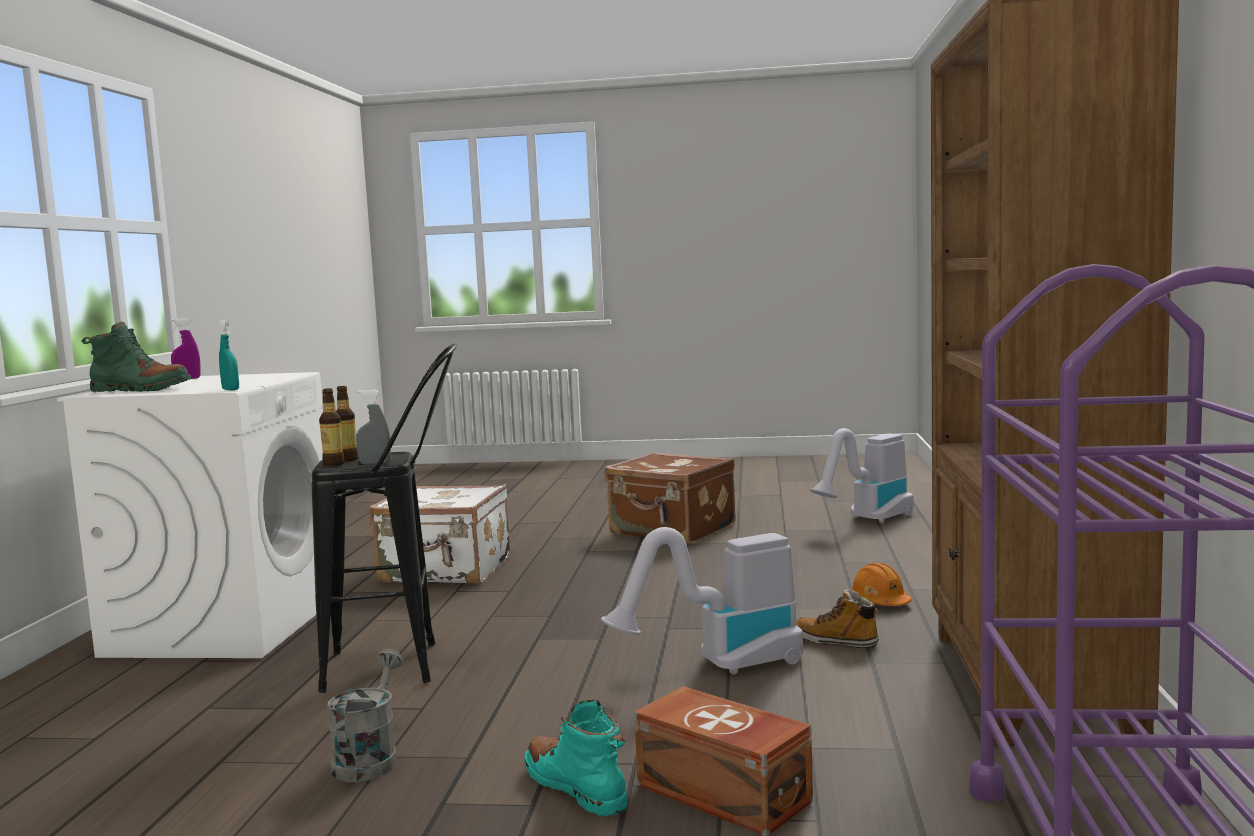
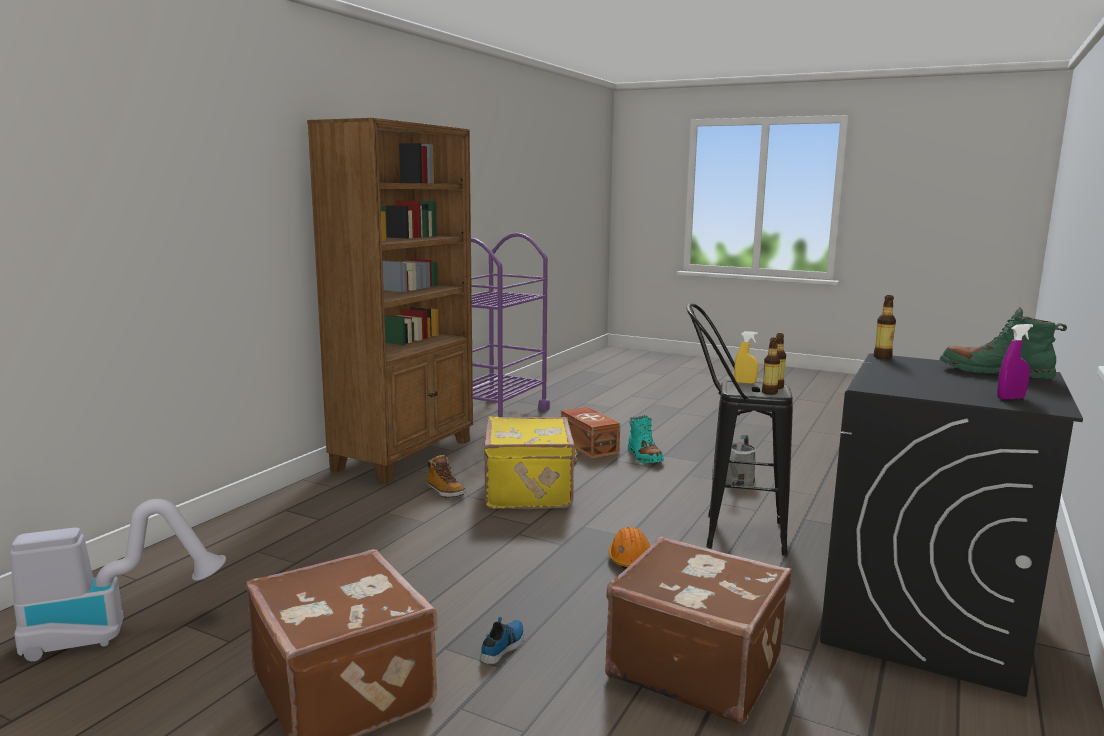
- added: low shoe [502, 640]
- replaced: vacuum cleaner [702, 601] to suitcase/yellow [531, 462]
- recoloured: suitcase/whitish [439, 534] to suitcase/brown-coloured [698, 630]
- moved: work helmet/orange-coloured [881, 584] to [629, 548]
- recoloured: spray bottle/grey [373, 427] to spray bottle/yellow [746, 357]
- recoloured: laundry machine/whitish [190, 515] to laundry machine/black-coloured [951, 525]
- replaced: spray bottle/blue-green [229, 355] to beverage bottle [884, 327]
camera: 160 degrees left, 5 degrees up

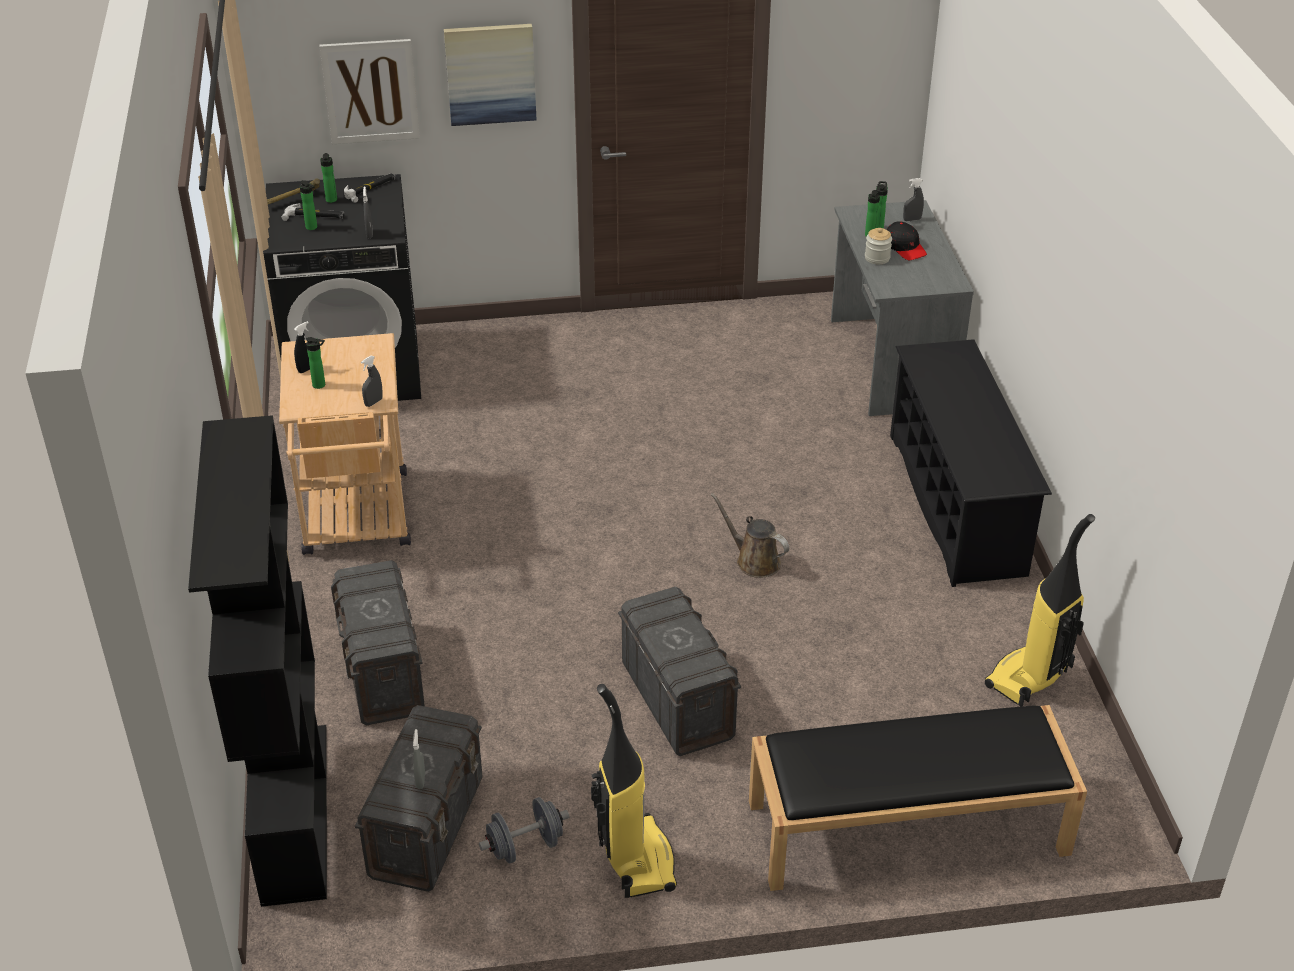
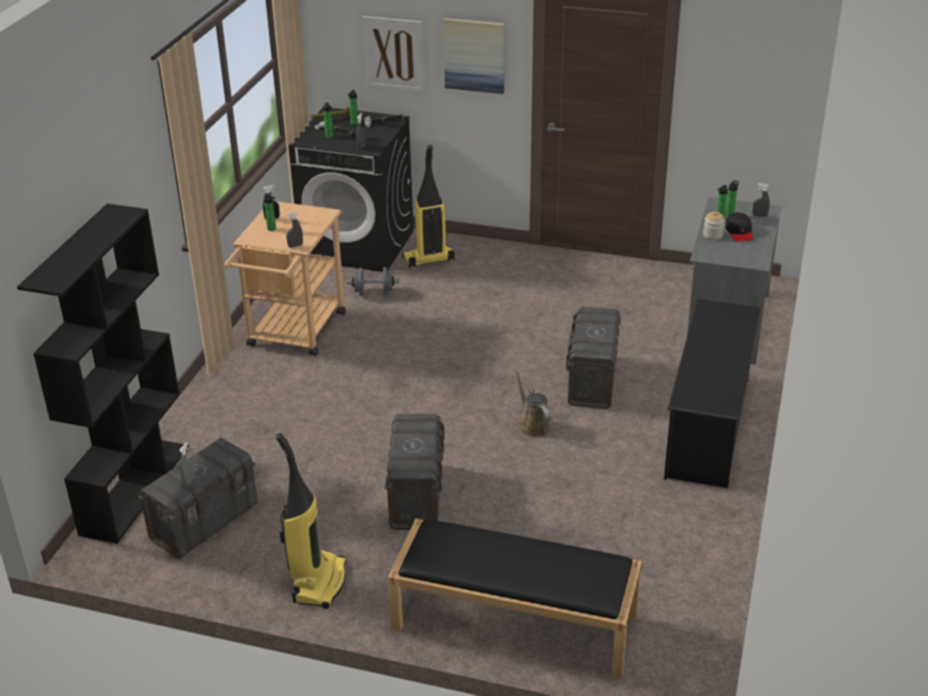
- moved: hand weight/grey [524, 830] to [373, 281]
- moved: vacuum cleaner [1040, 610] to [428, 206]
- moved: storage bin/grey [378, 642] to [593, 358]
camera: 25 degrees right, 5 degrees down

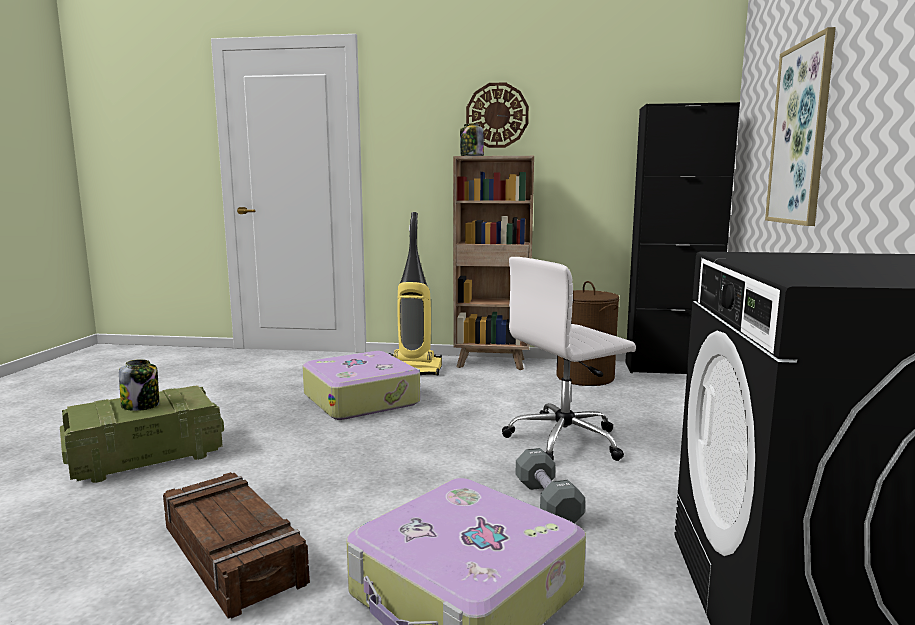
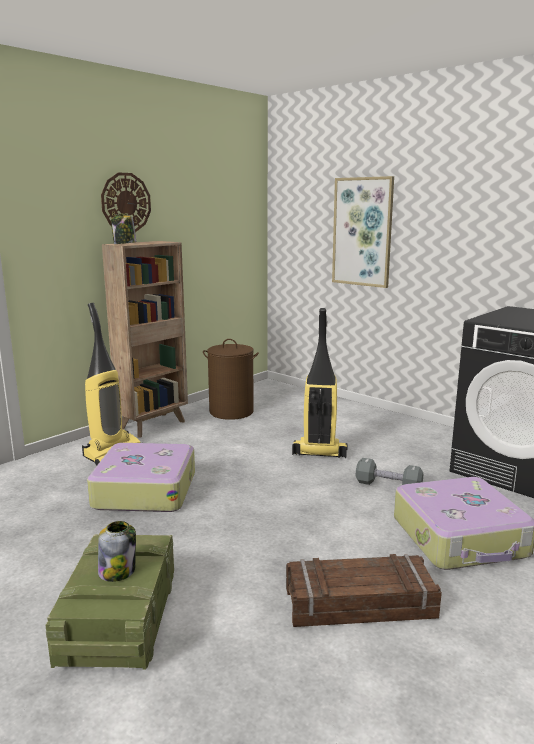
- replaced: office chair/whitish [569, 359] to vacuum cleaner [320, 383]
- removed: storage cabinet/black-coloured [682, 238]
camera: 55 degrees left, 5 degrees up

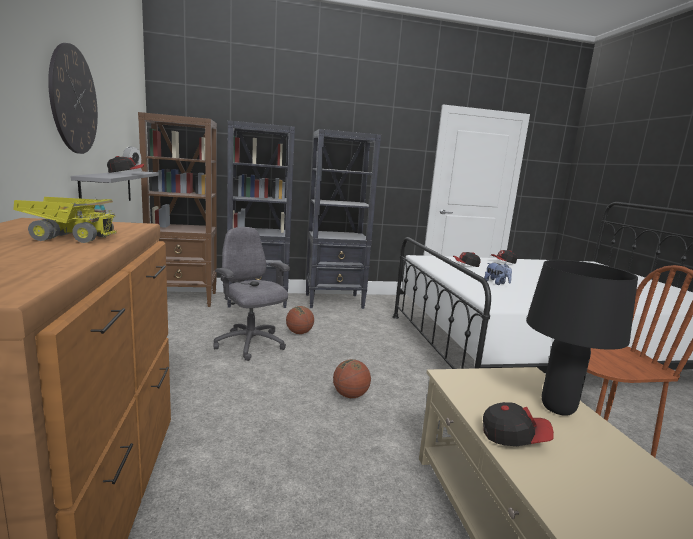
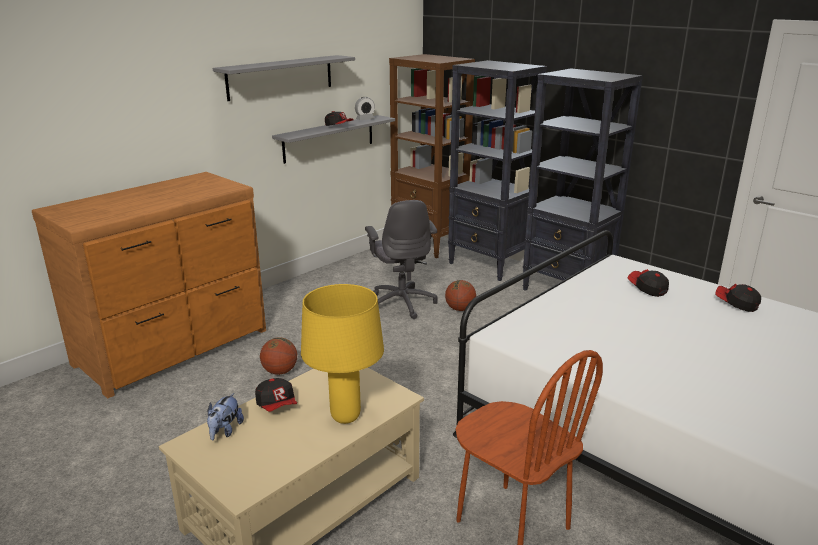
- moved: cuddly toy [498, 274] to [225, 416]
- replaced: wall clock [73, 98] to shelf/grey [284, 78]
- moved: basketball ball [352, 378] to [278, 356]
- recoloured: table lamp/black-coloured [582, 338] to table lamp/yellow [342, 354]
- turned: office chair/grey [251, 294] = [401, 259] 150 degrees clockwise
- removed: toy truck [64, 220]
camera: 55 degrees right, 10 degrees up

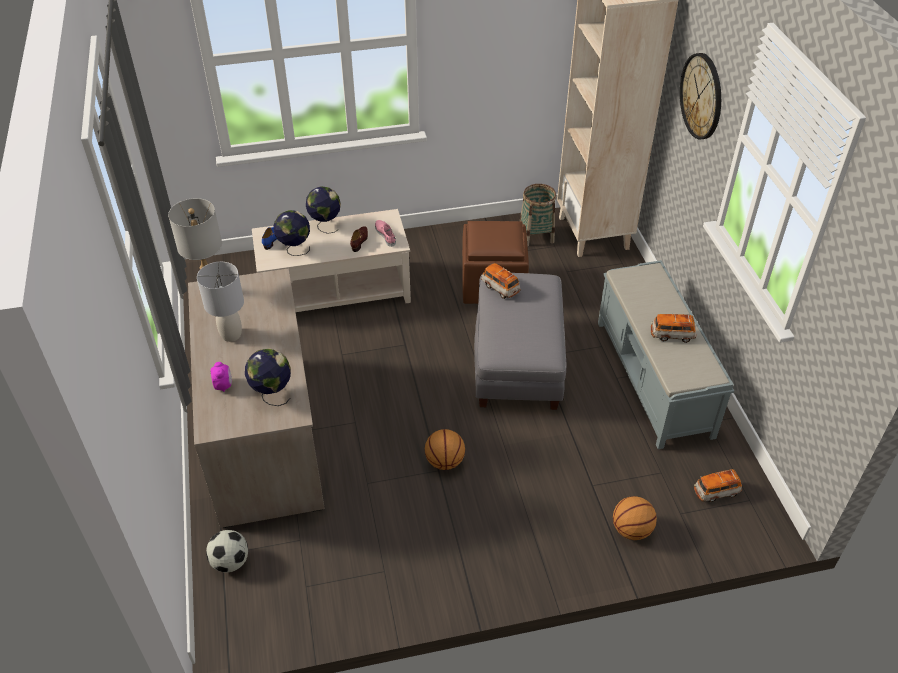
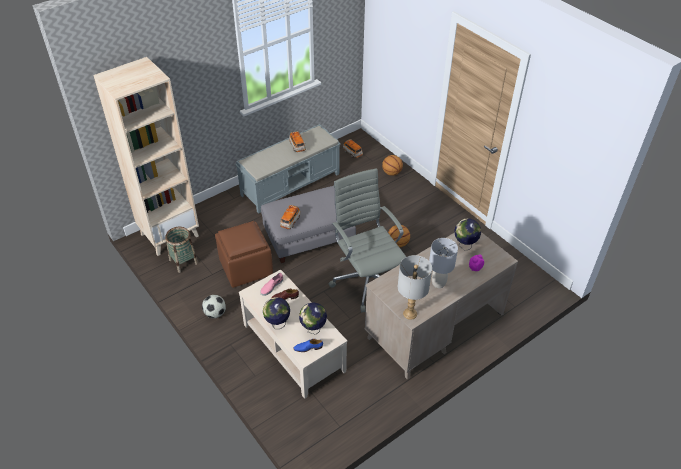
- moved: football [227, 551] to [214, 306]
- added: office chair/grey [367, 240]
- removed: wall clock [700, 96]
camera: 115 degrees left, 0 degrees up

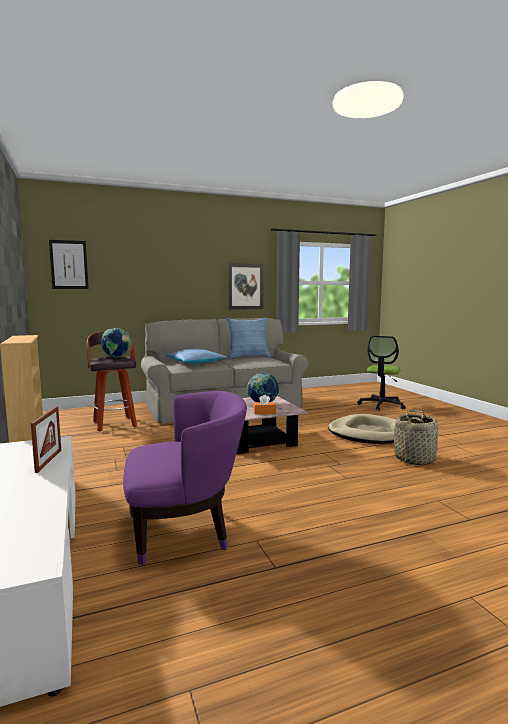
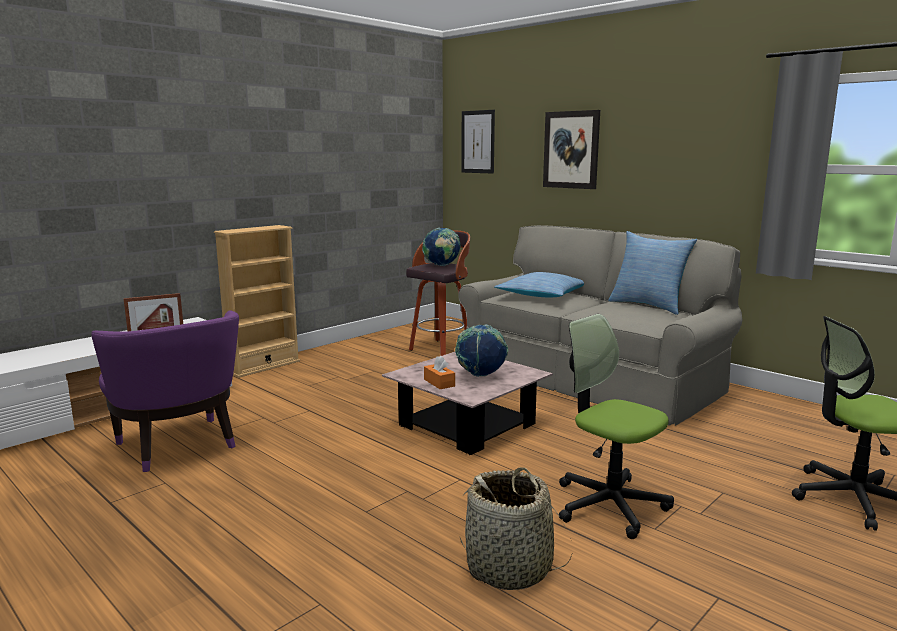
- moved: picture [246, 286] to [571, 149]
- replaced: dog bed/beige [362, 429] to office chair [616, 426]
camera: 65 degrees right, 5 degrees up

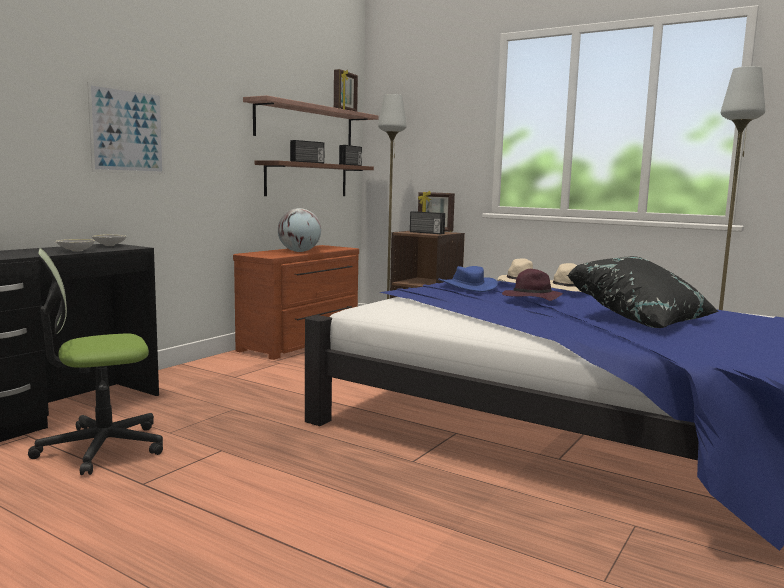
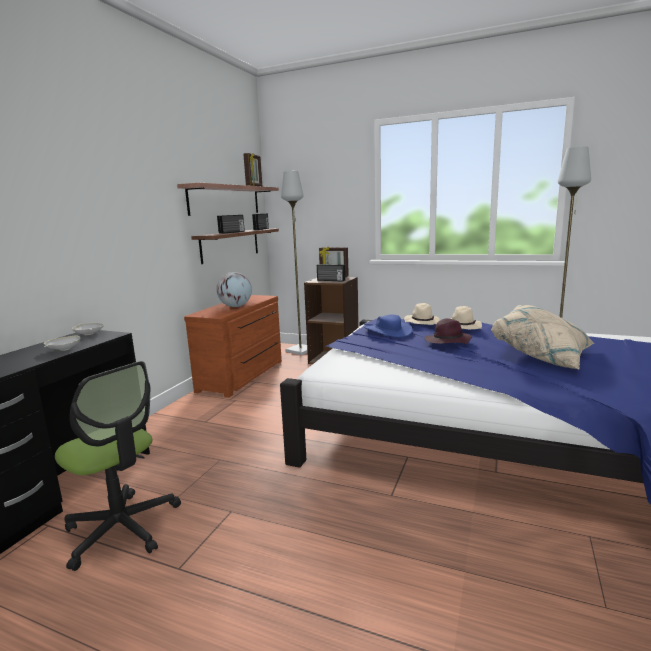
- turned: office chair [95, 361] = [118, 466] 105 degrees counterclockwise
- recoloured: cushion/black-coloured [643, 292] to cushion/beige [542, 337]
- removed: picture [126, 128]
camera: 10 degrees left, 5 degrees up

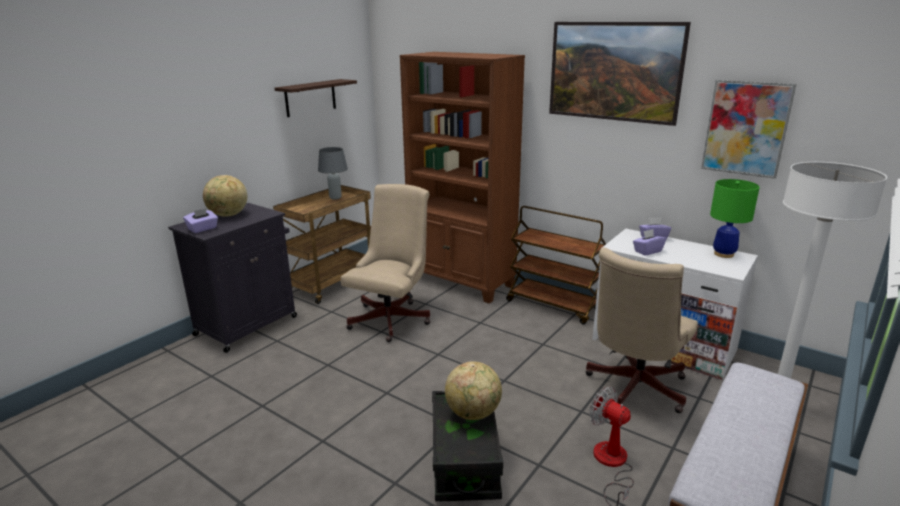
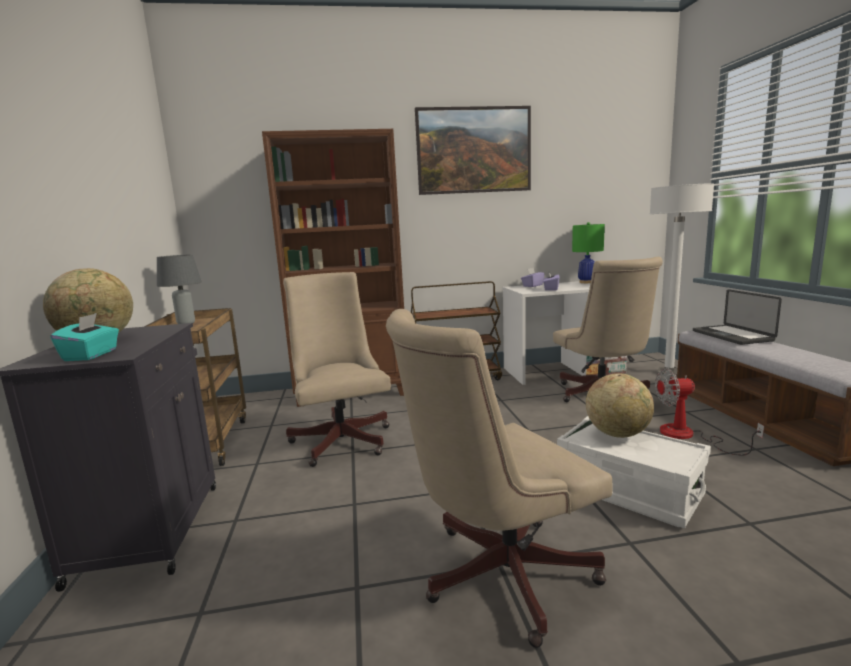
- recoloured: tissue box/purple [200, 220] to tissue box/blue-green [84, 337]
- added: office chair/beige [499, 478]
- recoloured: storage bin/black-coloured [467, 446] to storage bin/whitish [634, 472]
- added: laptop [737, 317]
- removed: shelf [316, 98]
- removed: picture [749, 129]
camera: 45 degrees left, 10 degrees down

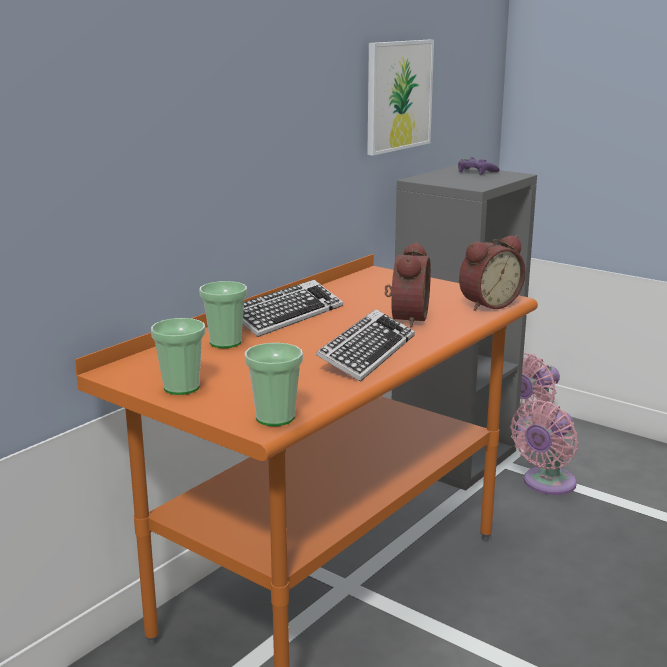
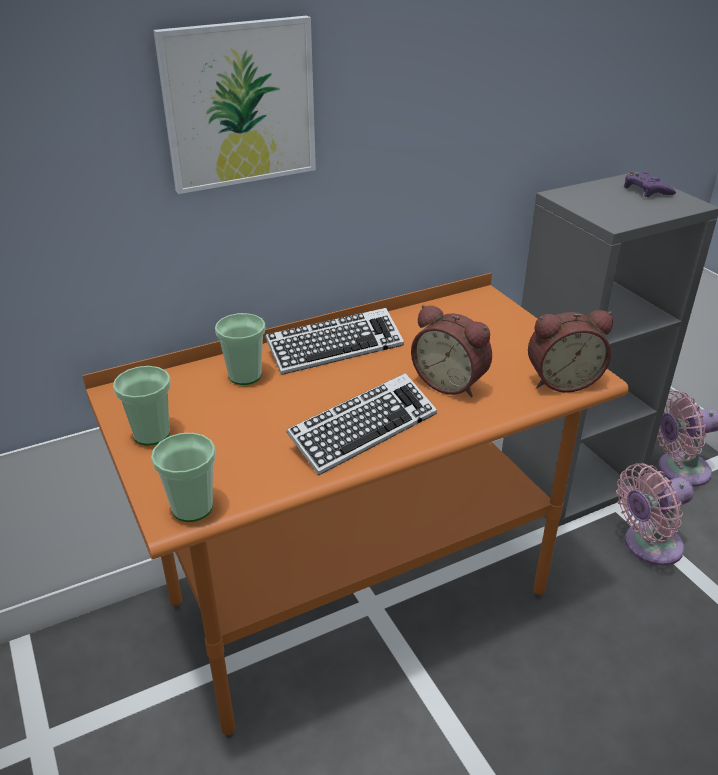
- moved: picture [400, 98] to [234, 105]
- turned: alarm clock [408, 284] = [451, 351] 90 degrees clockwise
camera: 25 degrees right, 15 degrees up

